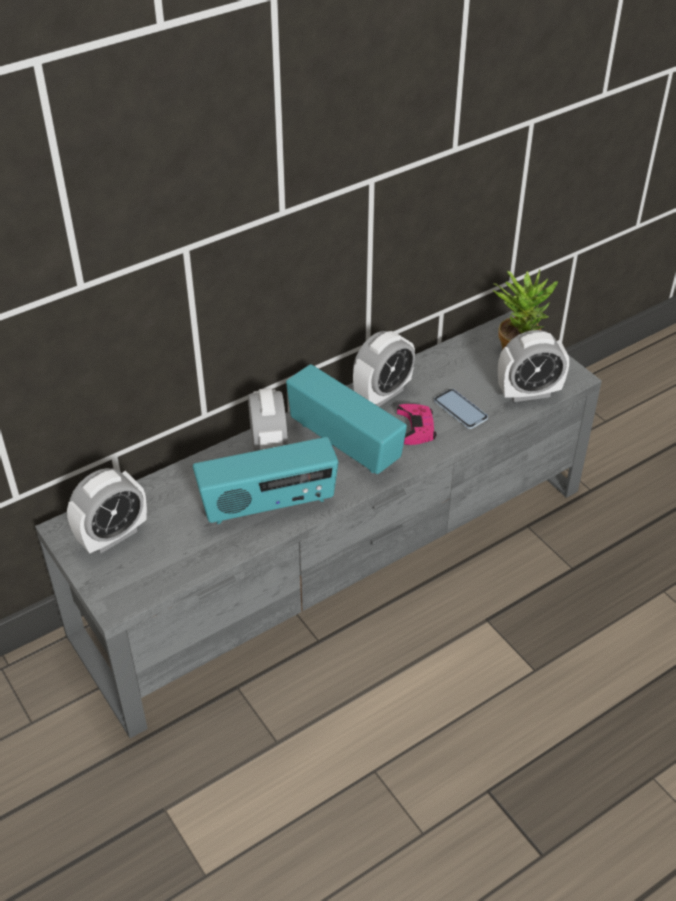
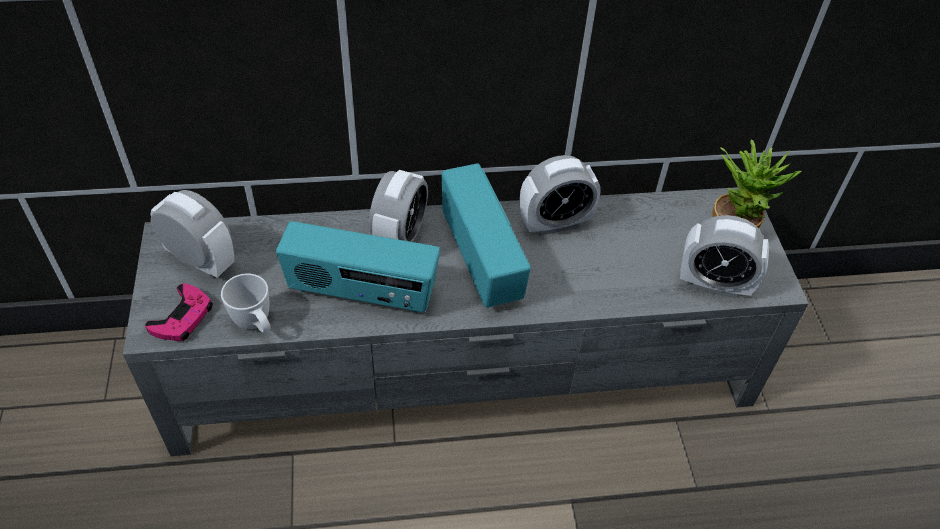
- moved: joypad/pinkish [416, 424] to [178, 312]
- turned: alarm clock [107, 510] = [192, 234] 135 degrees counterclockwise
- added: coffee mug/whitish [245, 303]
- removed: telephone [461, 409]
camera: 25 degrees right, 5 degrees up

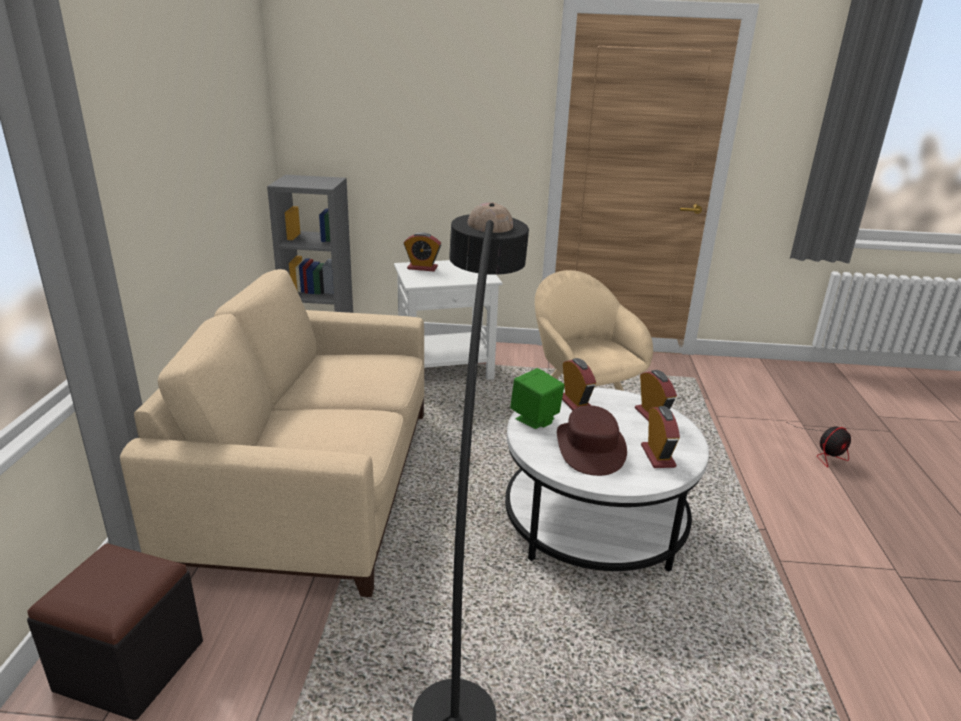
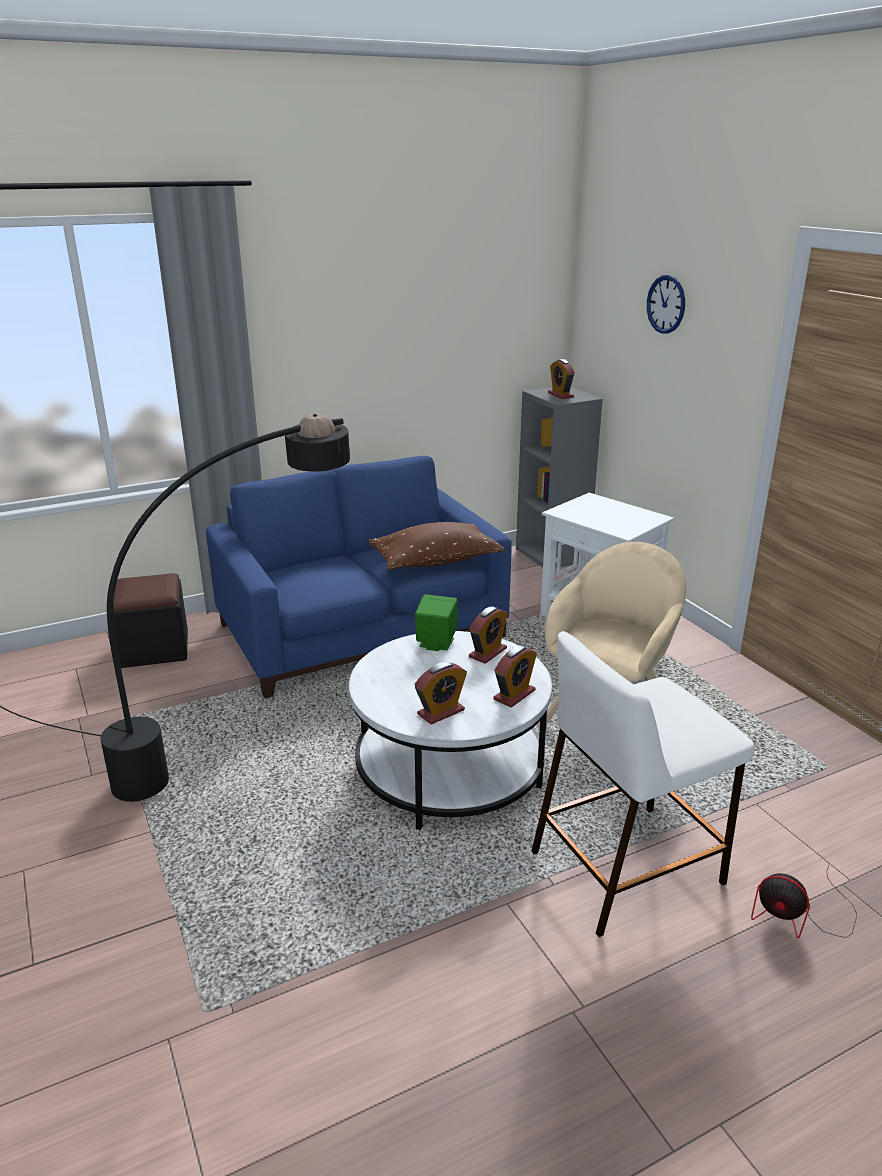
- recoloured: couch/beige [272, 433] to couch/blue [359, 577]
- added: cushion/brown-coloured [436, 546]
- added: sitting stool/whitish [643, 784]
- moved: alarm clock [422, 251] to [561, 379]
- added: wall clock [666, 304]
- removed: wearable hat/brown-coloured [592, 440]
camera: 60 degrees right, 0 degrees up

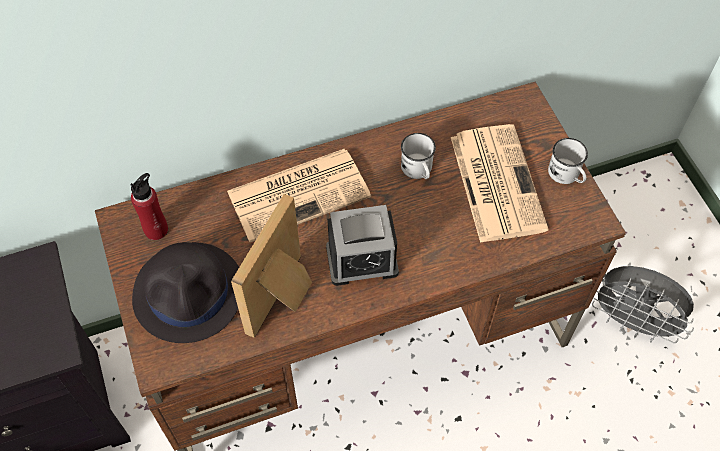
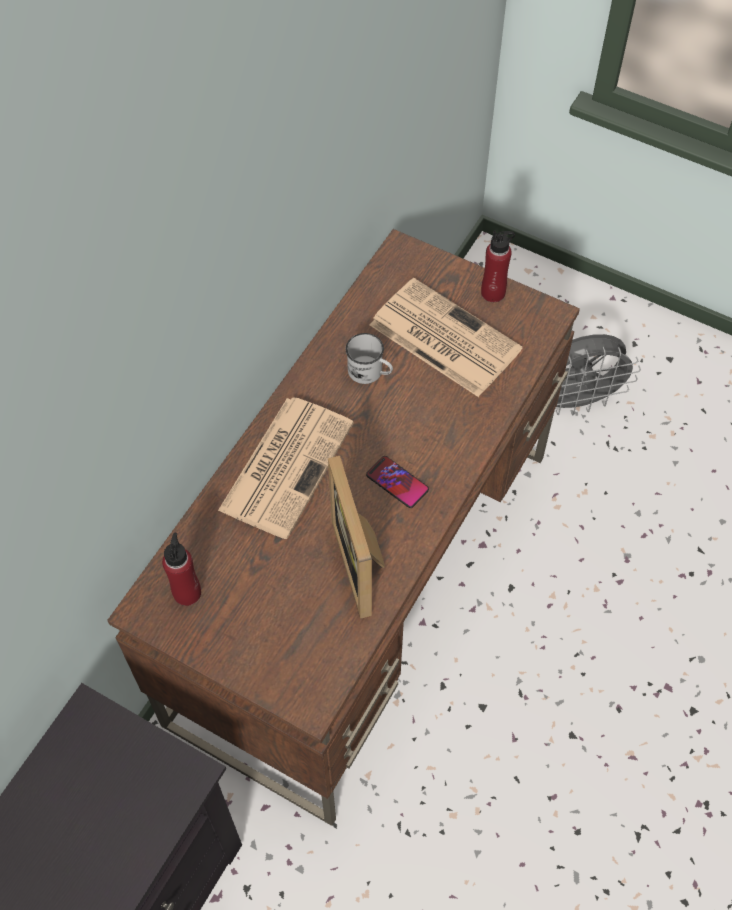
- replaced: alarm clock [362, 245] to telephone [397, 482]
- replaced: coffee mug/whitish [568, 161] to beverage bottle/red [498, 266]
- removed: wearable hat/black-coloured [185, 292]
camera: 40 degrees left, 0 degrees up

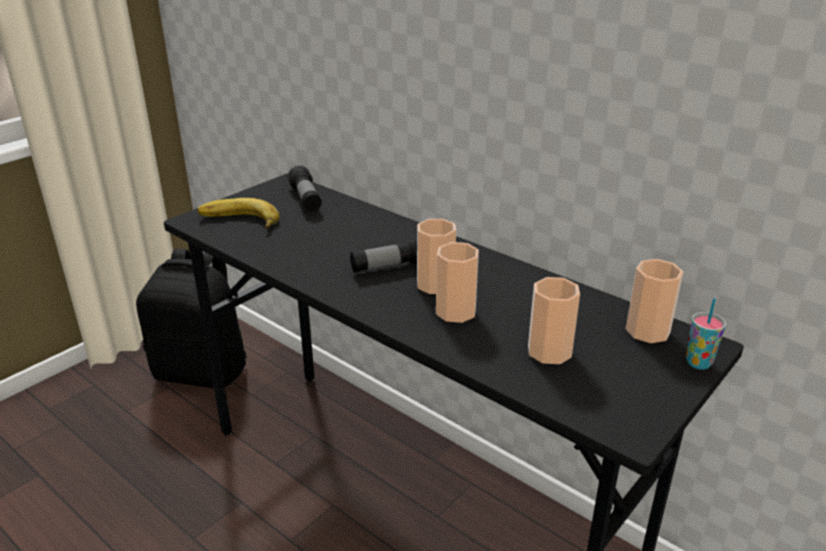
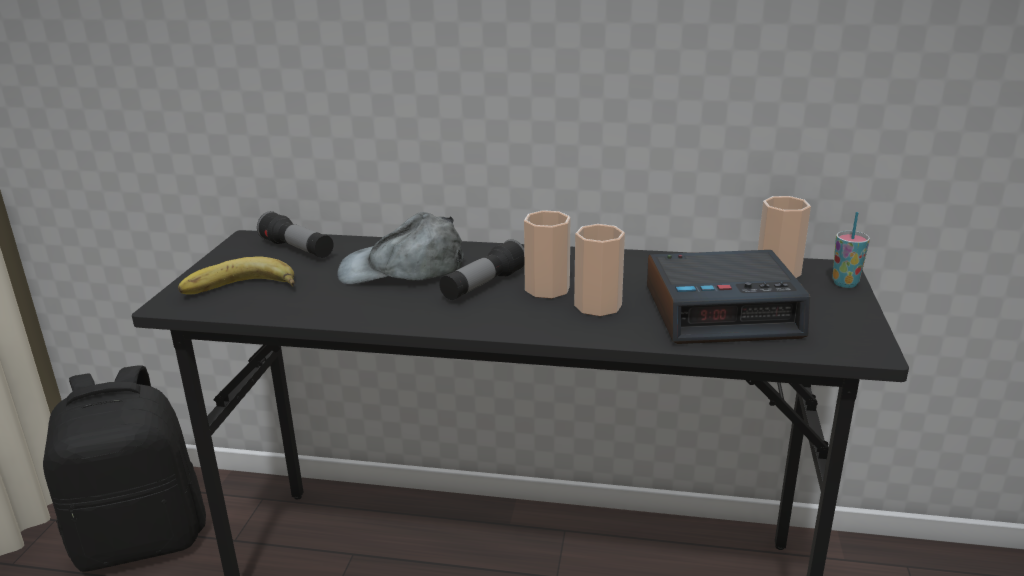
- added: baseball cap/grey [400, 248]
- replaced: drinking cup [554, 320] to alarm clock [728, 297]
camera: 30 degrees left, 5 degrees down

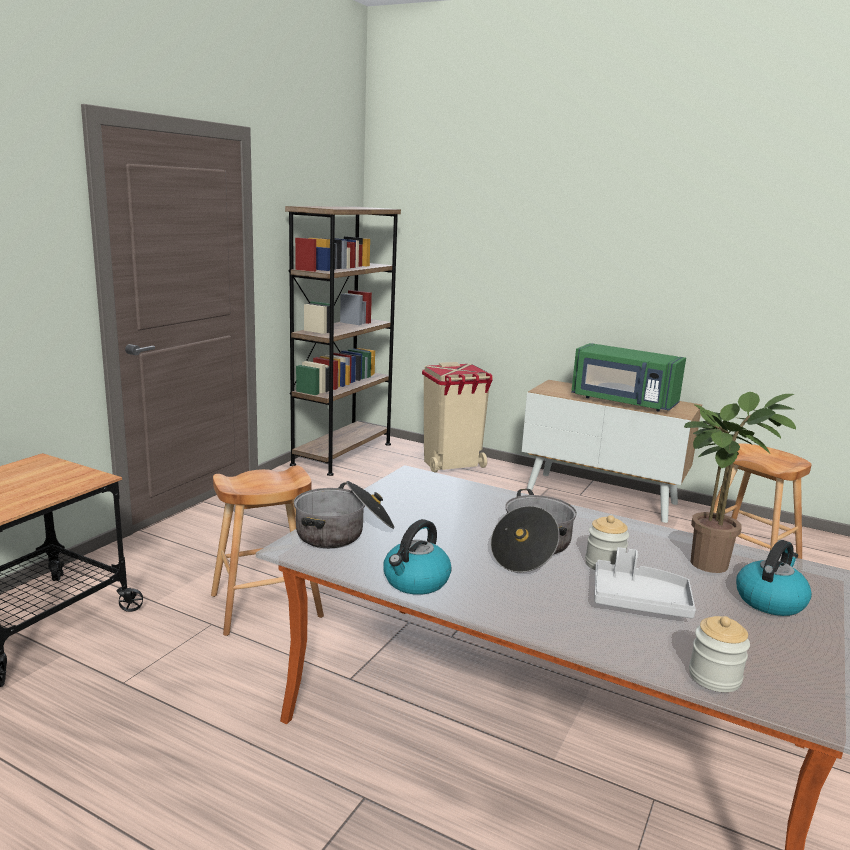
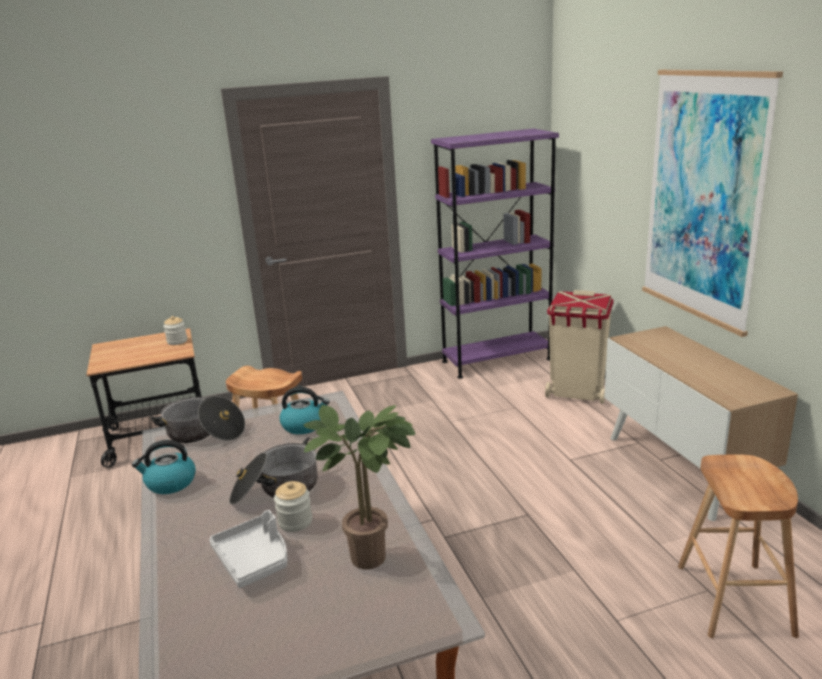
- moved: preserve jar [719, 654] to [175, 330]
- moved: water kettle [774, 578] to [305, 410]
- recoloured: shelving unit/brown-coloured [343, 341] to shelving unit/purple [495, 254]
- added: picture [712, 203]
- removed: microwave/greenish [628, 377]
camera: 45 degrees right, 5 degrees up

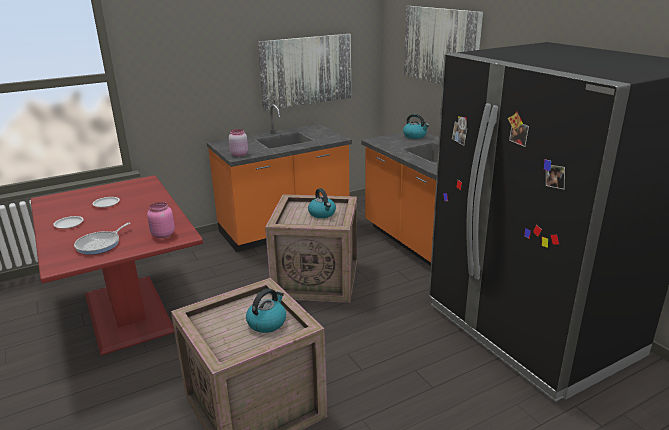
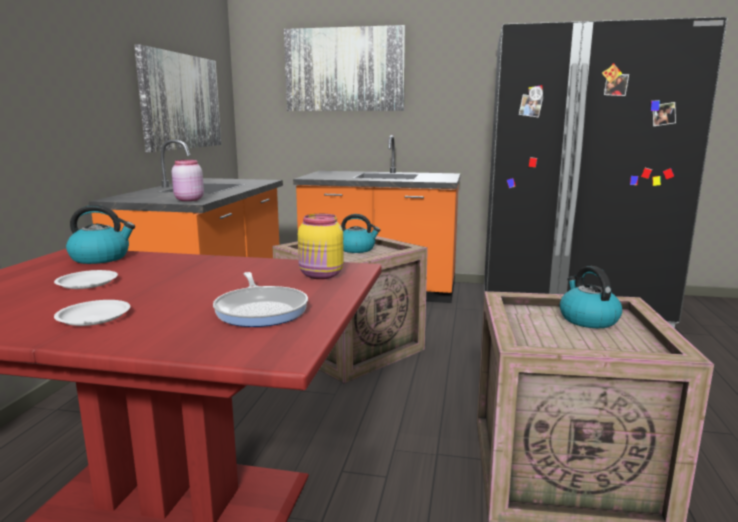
- moved: water kettle [416, 126] to [100, 234]
- recoloured: preserve jar/pinkish [161, 220] to preserve jar/yellow [321, 246]
camera: 50 degrees left, 10 degrees down

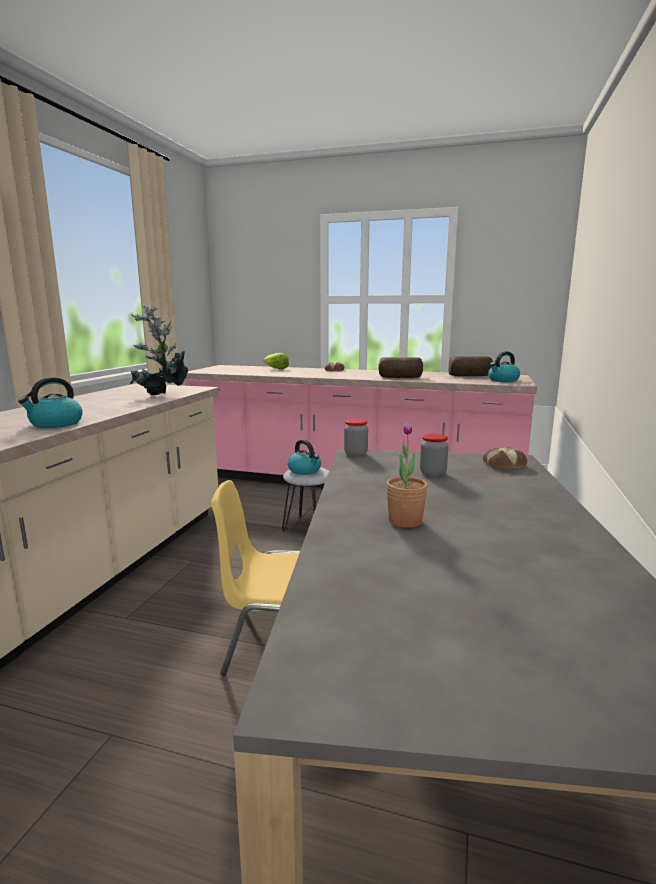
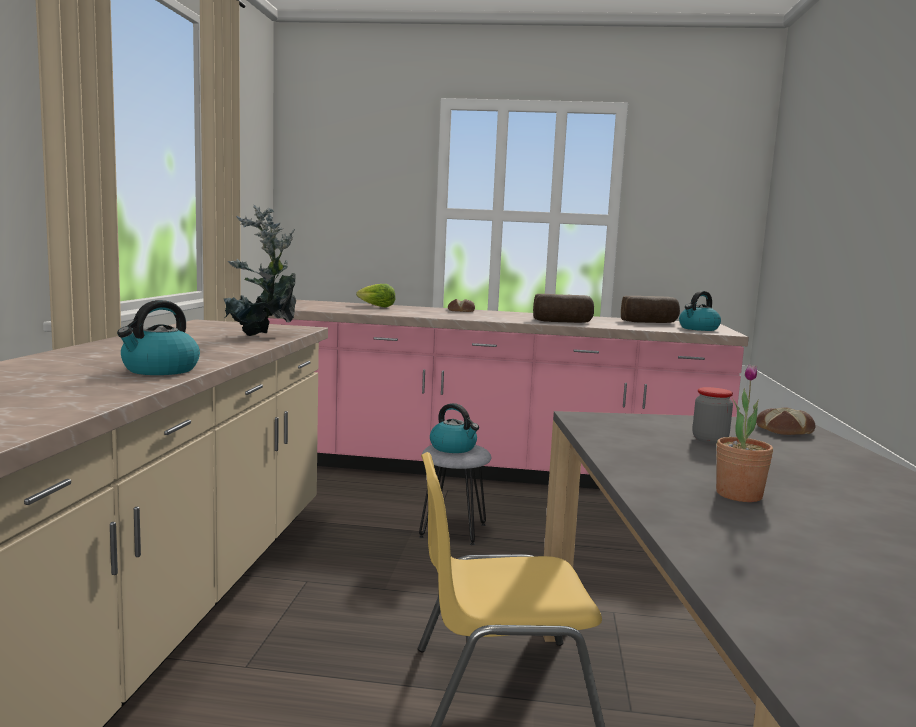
- removed: preserve jar [356, 437]
camera: 10 degrees left, 5 degrees down

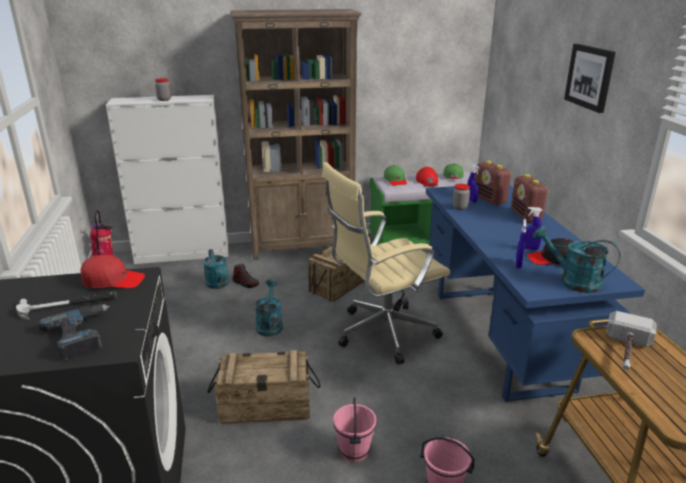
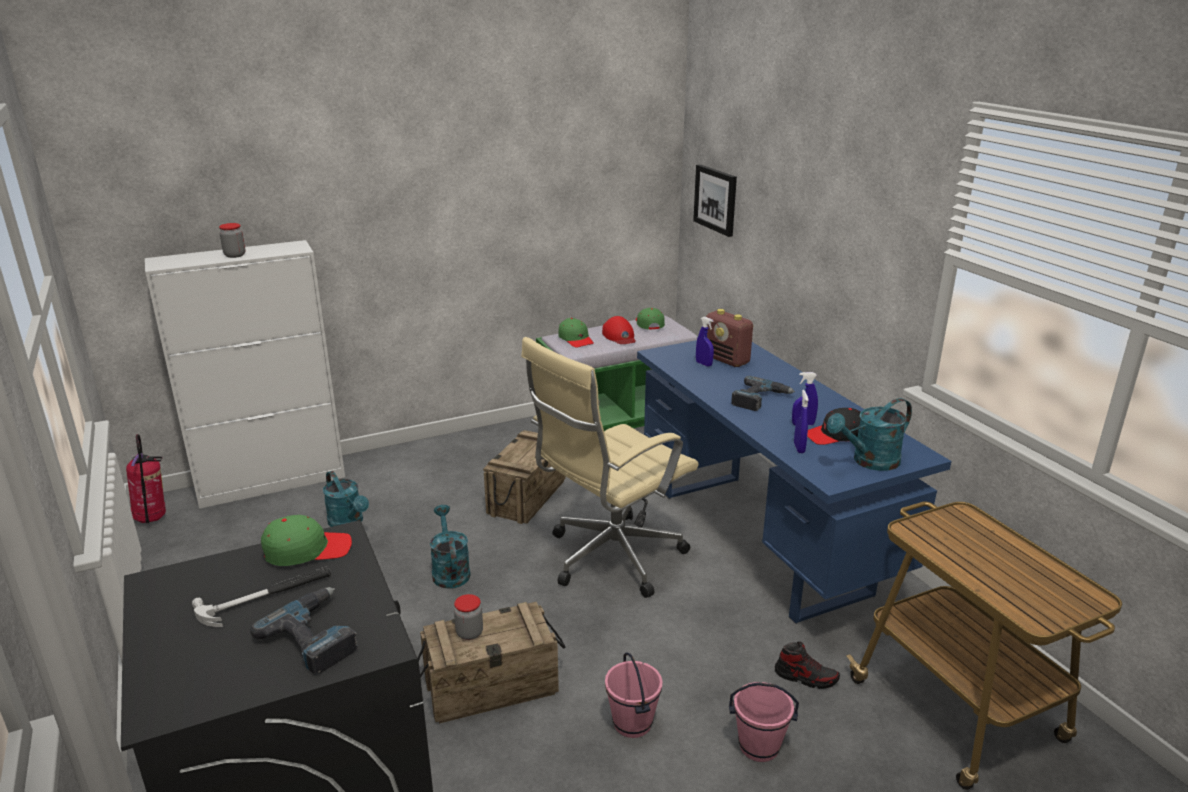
- recoloured: baseball cap/red [112, 271] to baseball cap/greenish [306, 540]
- moved: preserve jar [461, 197] to [468, 617]
- moved: picture [590, 78] to [715, 200]
- added: electric drill [763, 393]
- moved: low shoe [246, 275] to [807, 665]
- turned: watering can/blue-green [577, 259] = [869, 434] 45 degrees counterclockwise
- removed: shelving unit/brown-coloured [296, 134]
- removed: radio set [530, 198]
- removed: hand hammer [631, 340]
camera: 15 degrees left, 0 degrees up

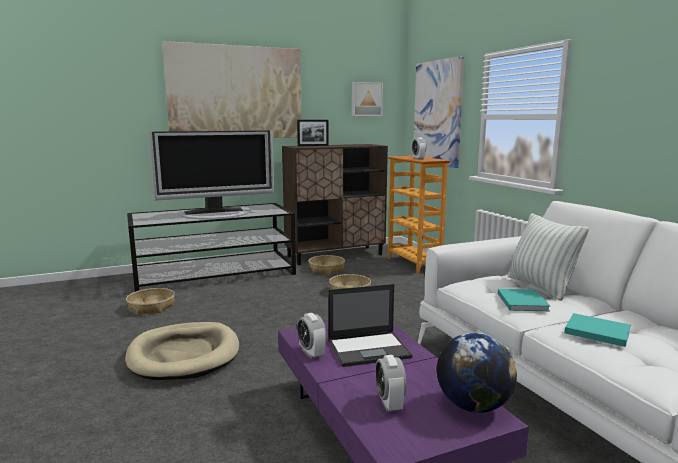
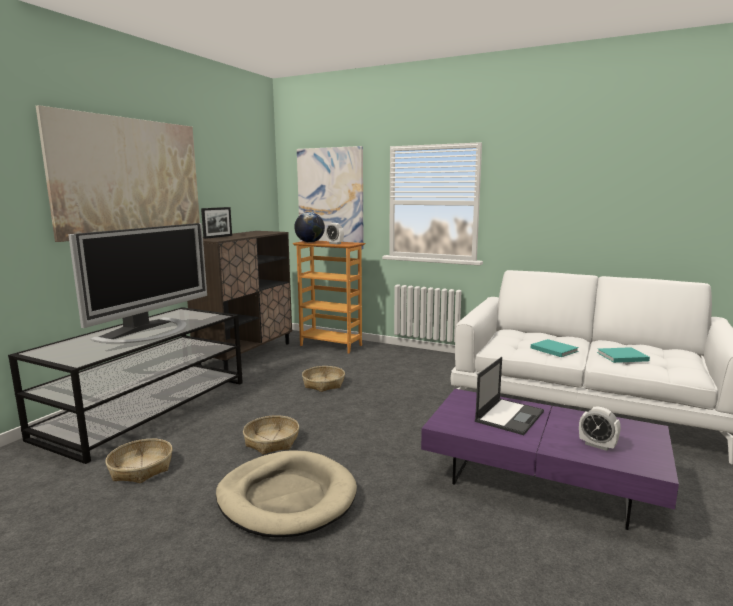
- moved: storage basket [327, 265] to [271, 435]
- moved: world globe [477, 373] to [309, 227]
- removed: alarm clock [312, 336]
- removed: picture [367, 99]
- removed: cushion [548, 257]
camera: 40 degrees left, 0 degrees up

